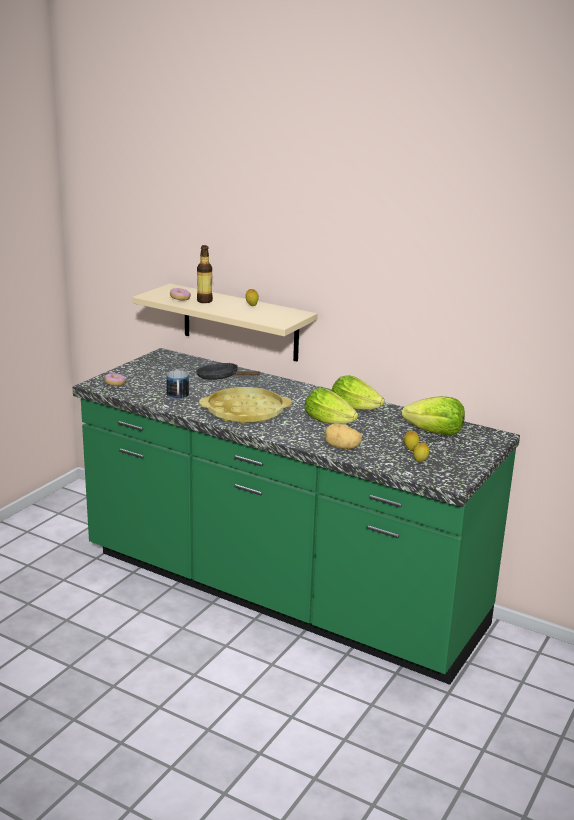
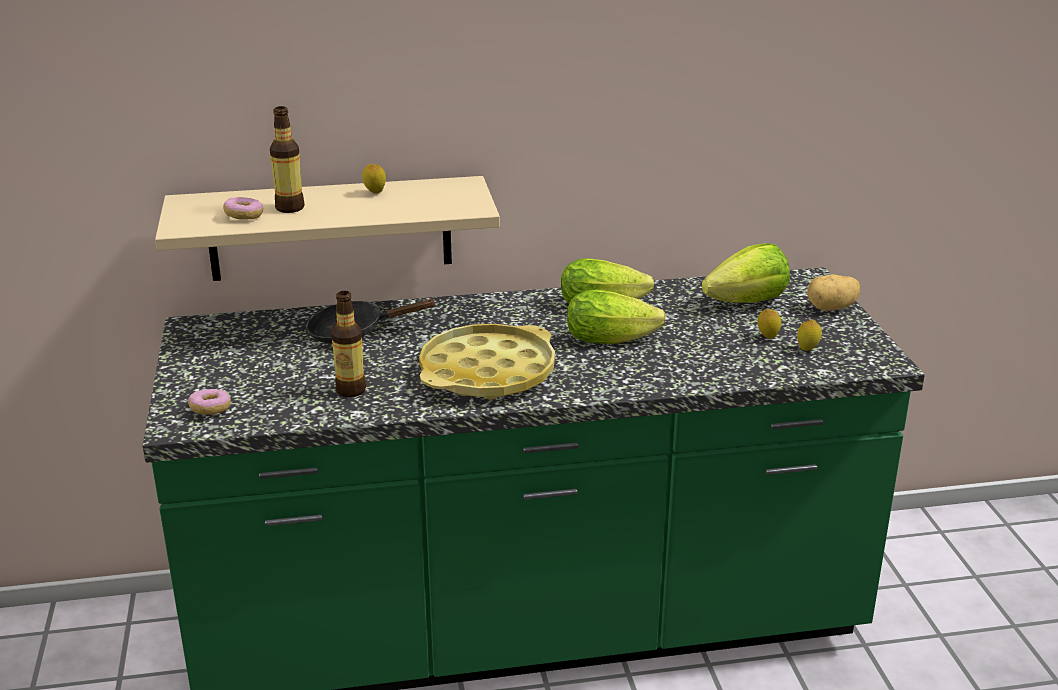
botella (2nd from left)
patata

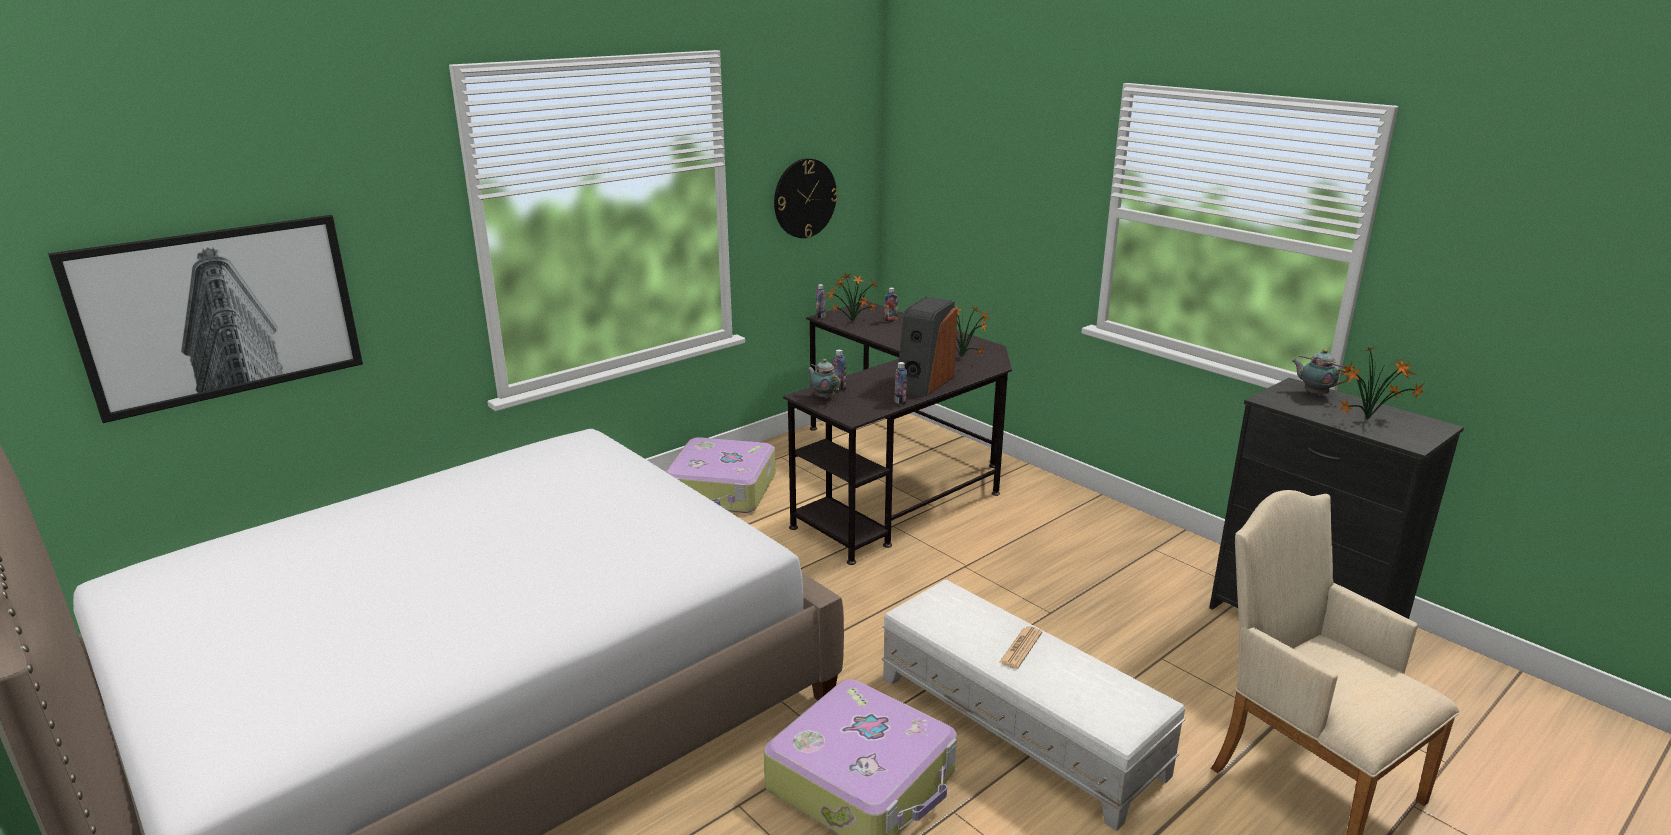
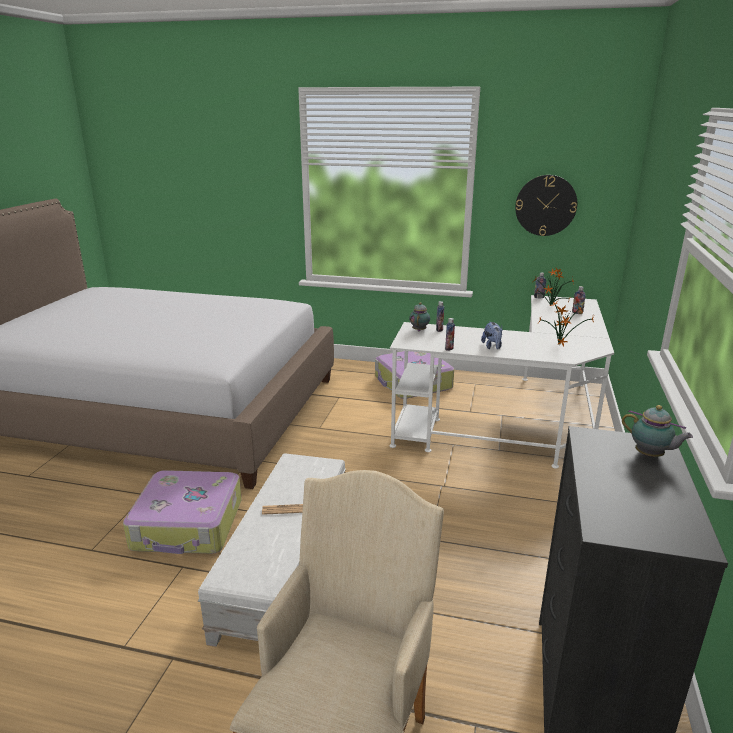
cuadro
peluche
escritorio (blanco)
planta en maceta (3rd from left in the first image)
tetera (2nd from left)

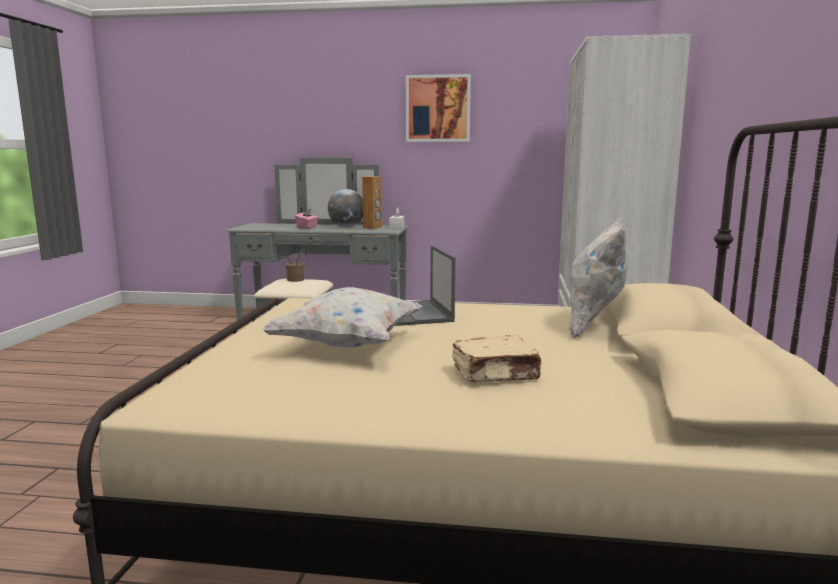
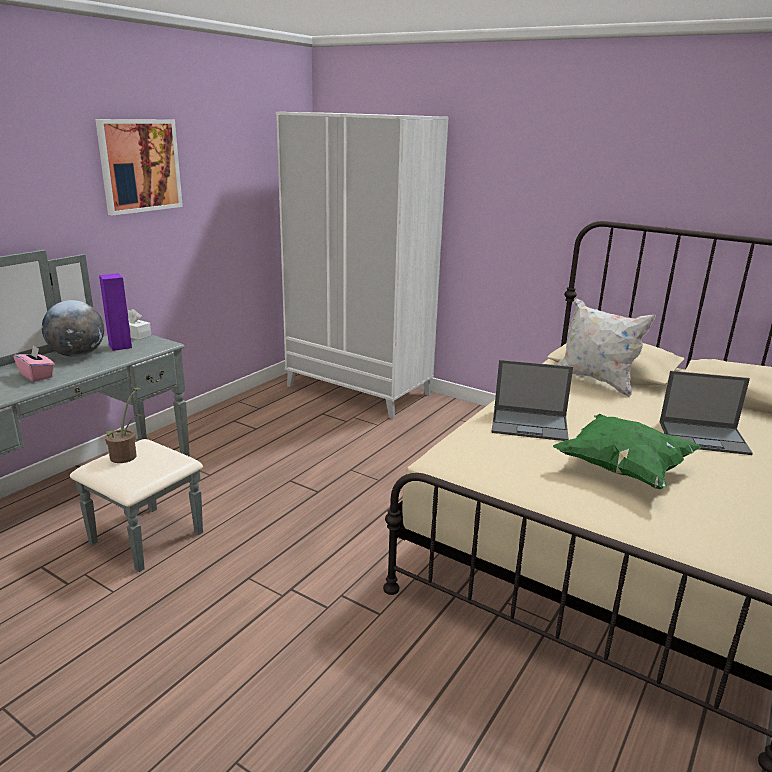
altavoz (morado)
cojín (verde)
portátil (2nd from left)

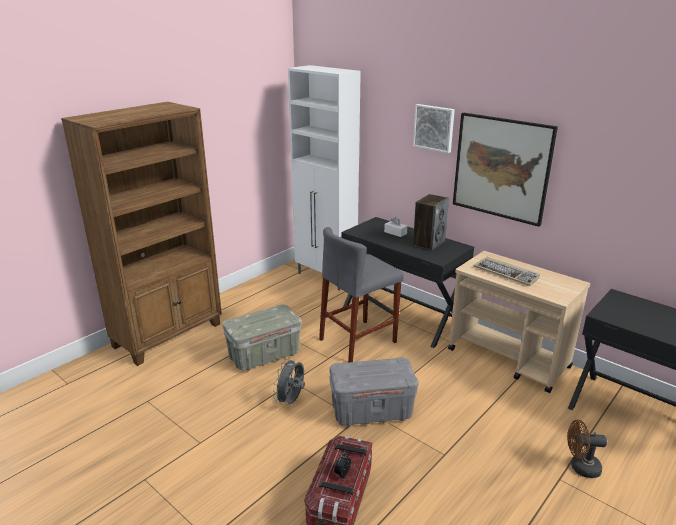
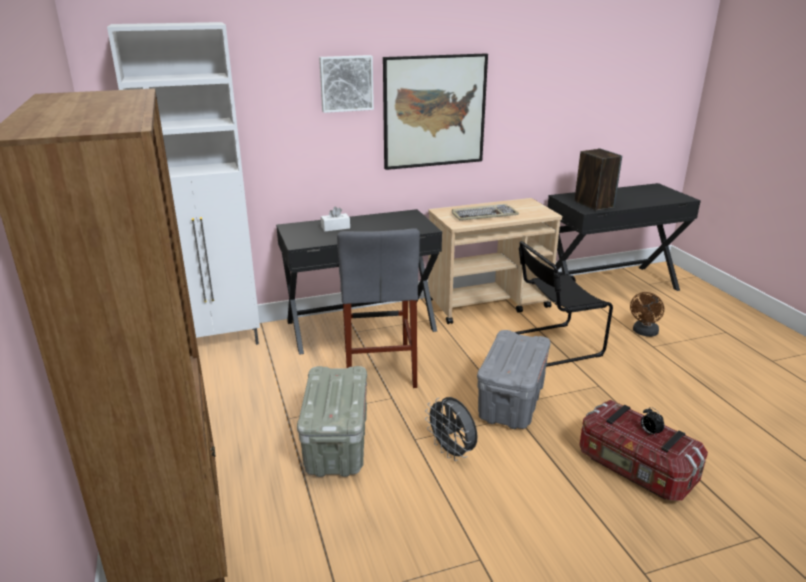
altavoz
silla (negro)

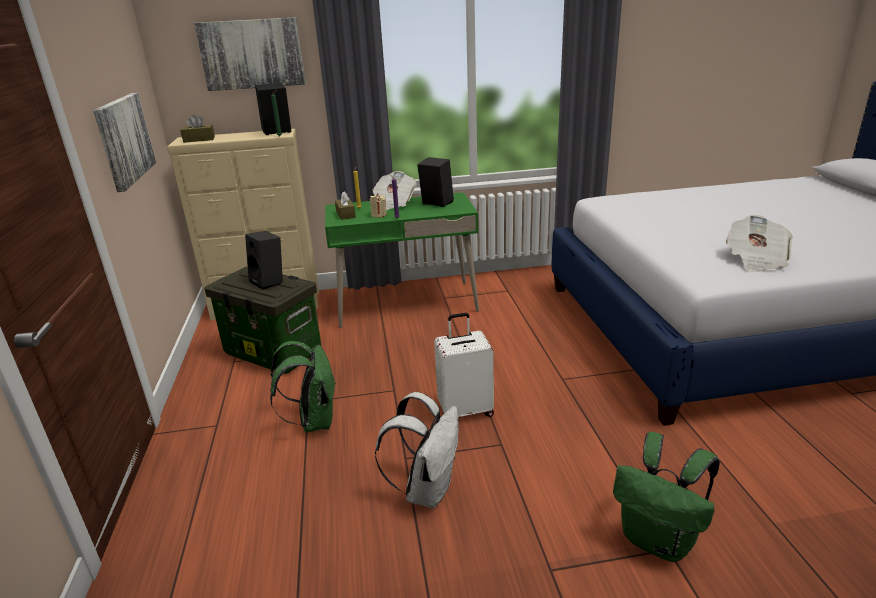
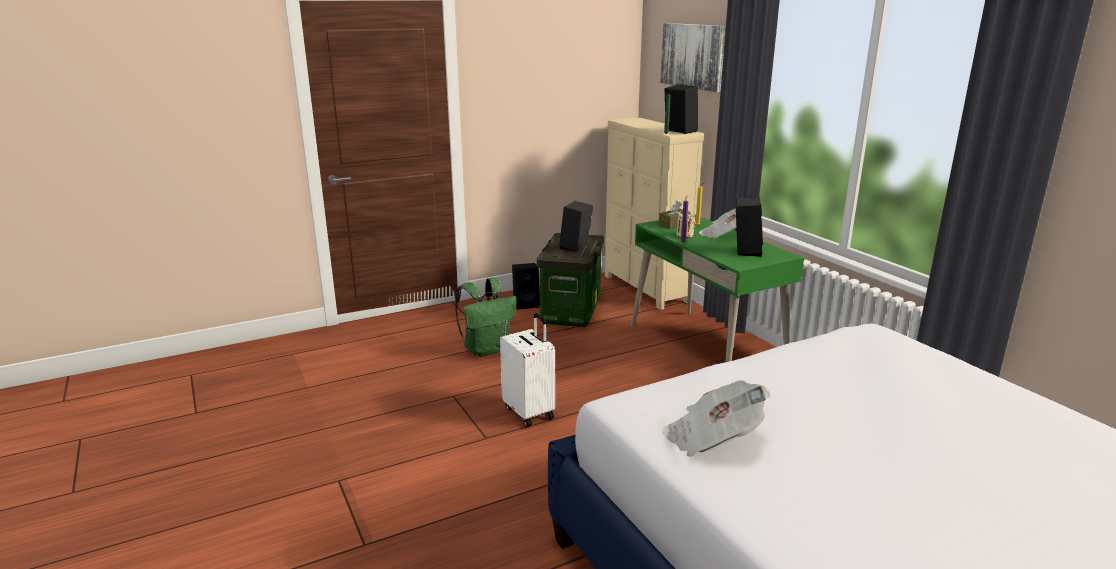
cuadro (1st from left in the first image)
caja de pañuelos (marrón) (1st from left in the first image)
mochila (blanco)
mochila (verde) (2nd from left in the first image)
altavoz (negro) (1st from left)

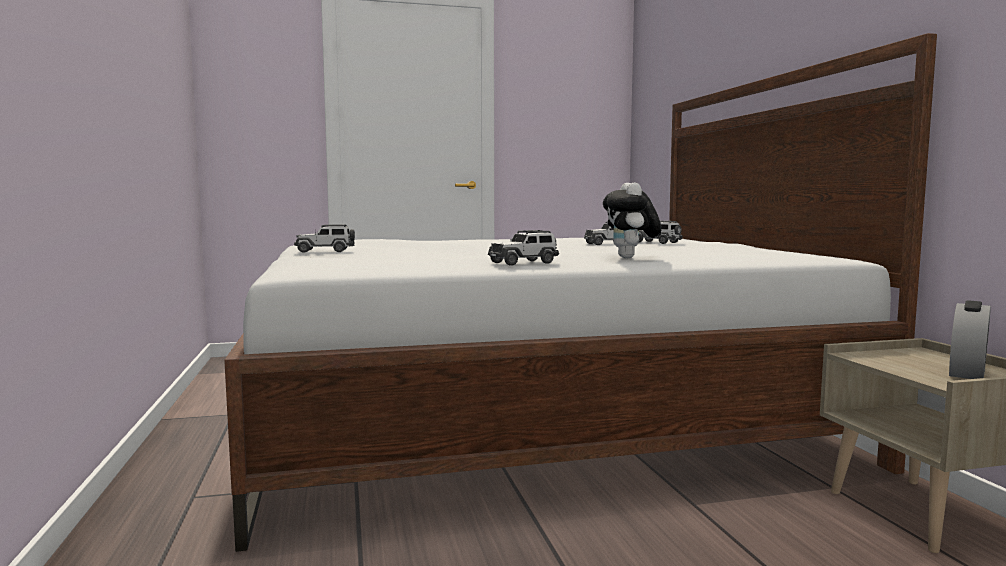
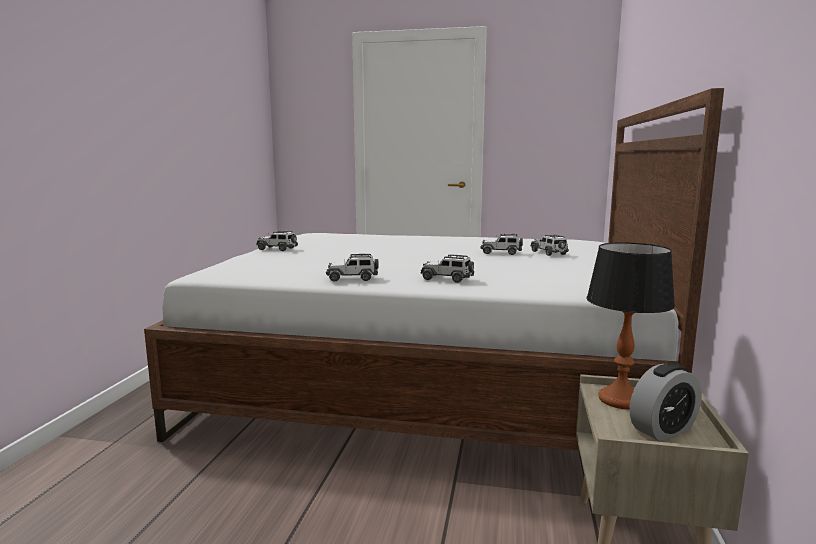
coche de juguete (3rd from left)
lámpara de mesa

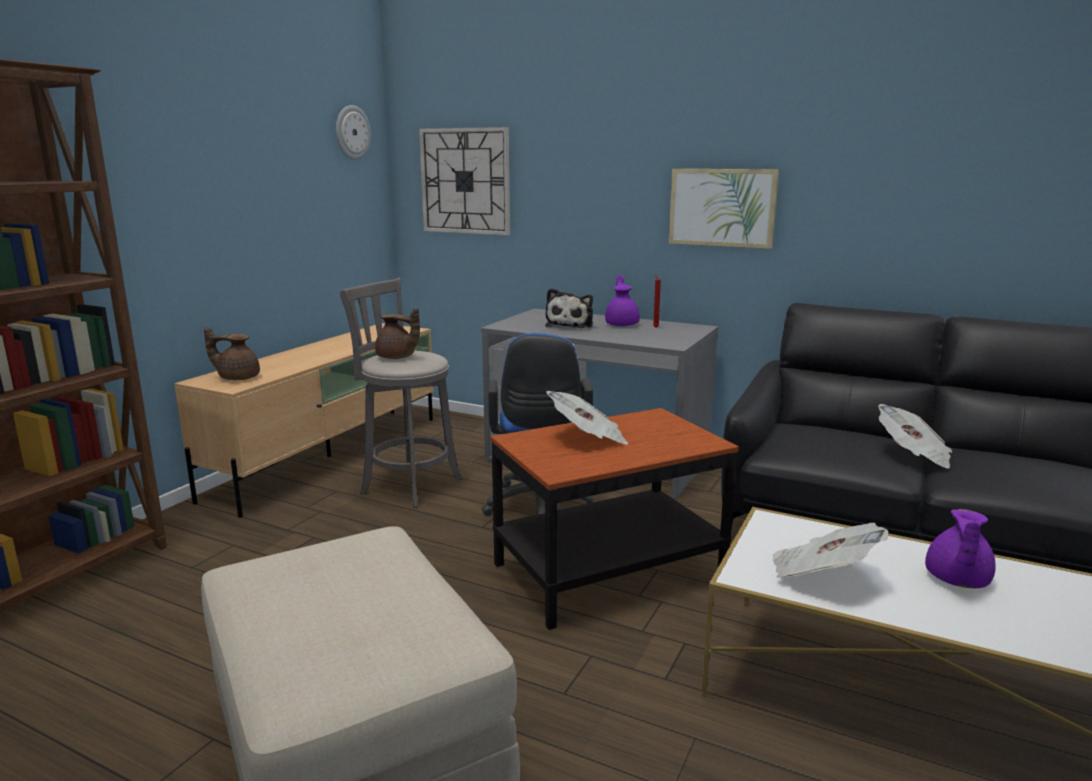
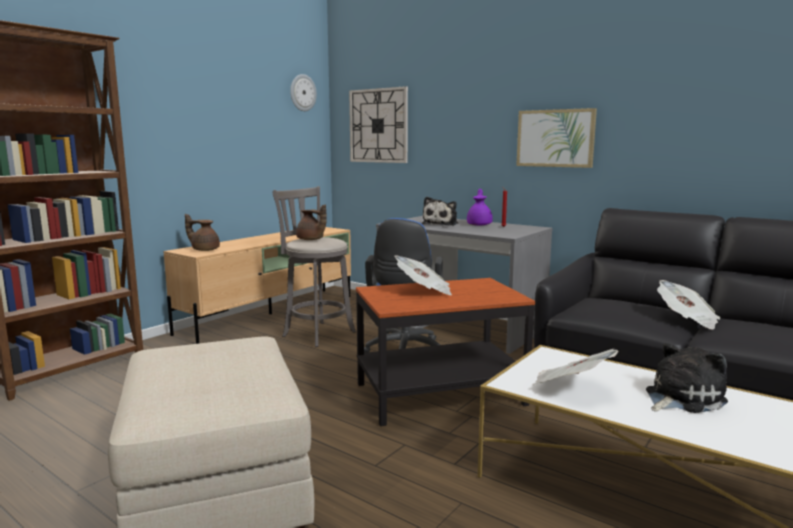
peluche (2nd from left)

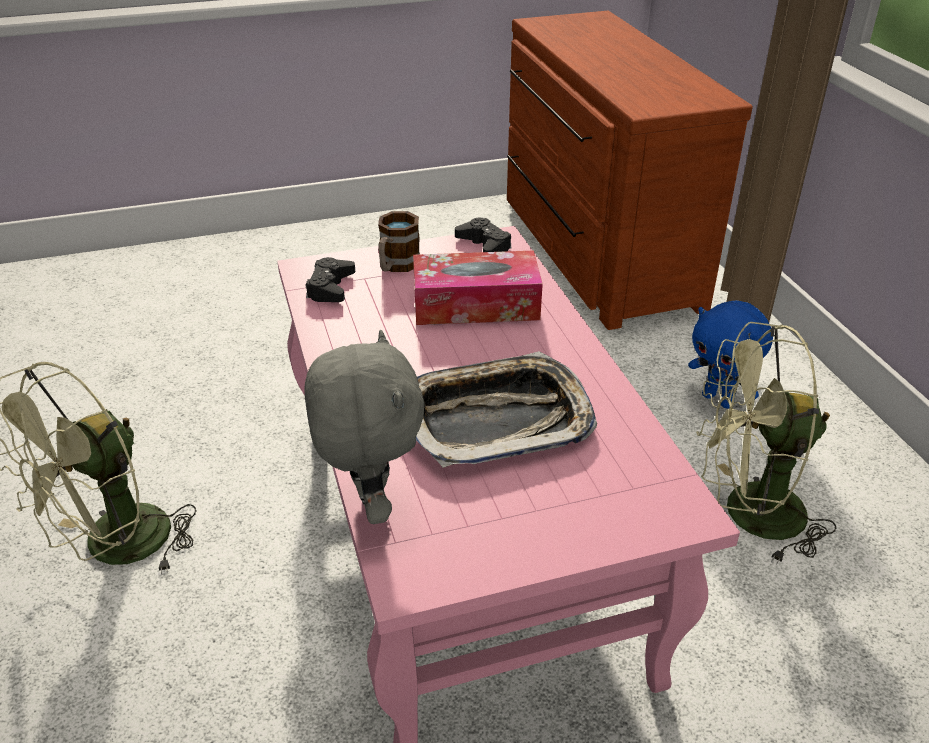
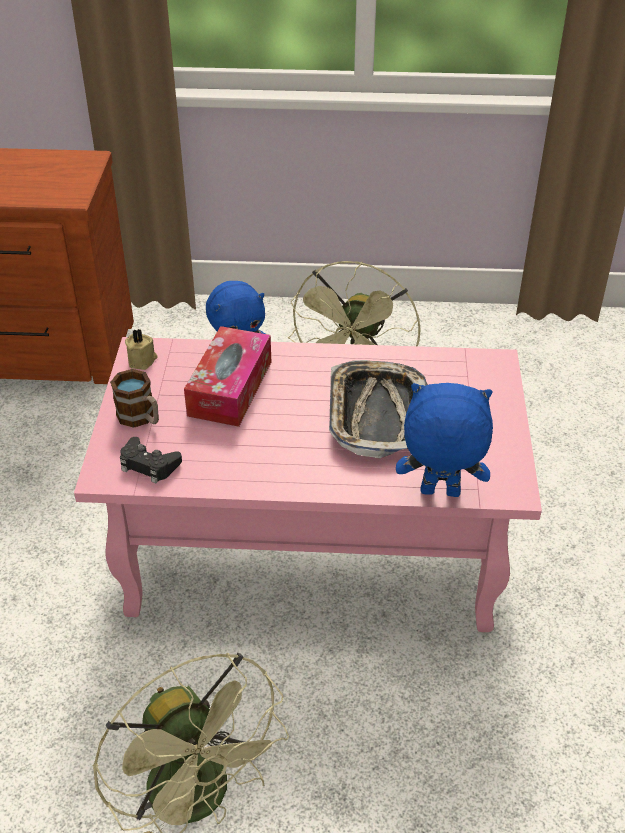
vela (beis)
peluche (azul) (2nd from left)

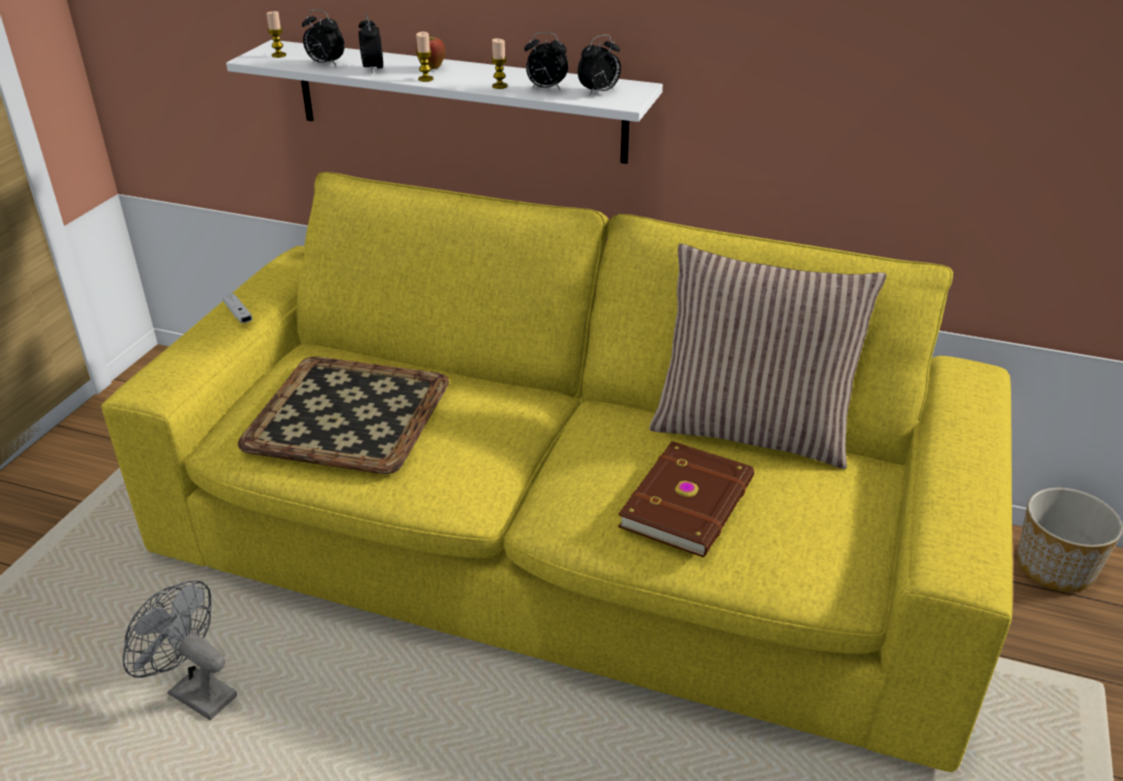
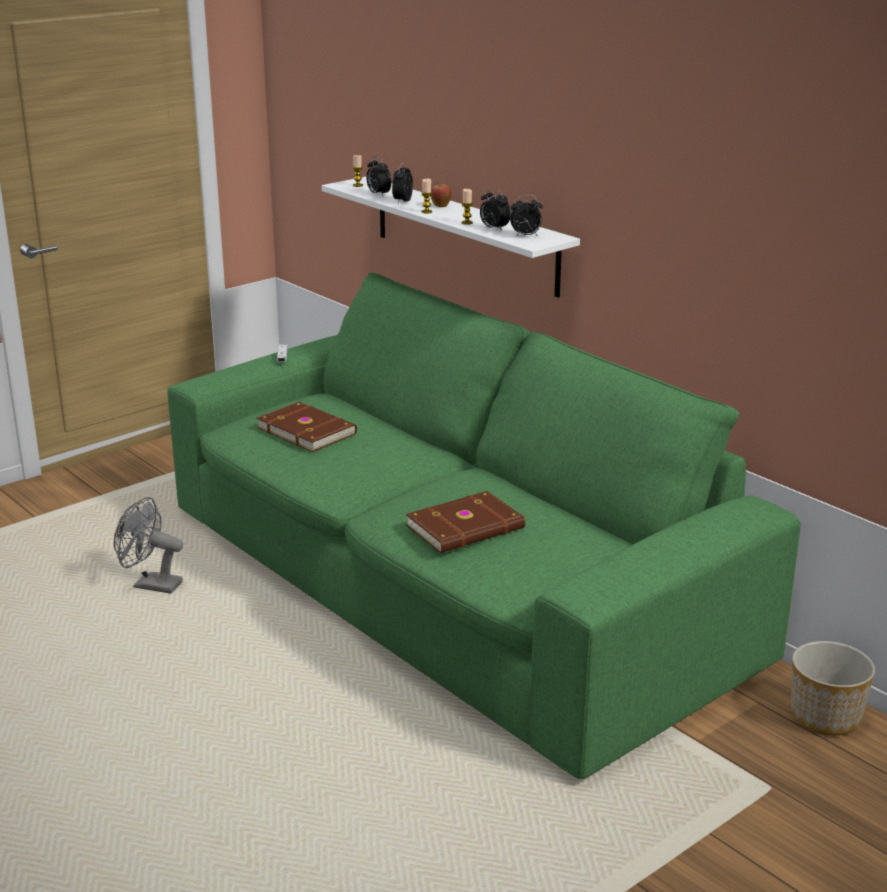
sofá (verde)
cojín
libro (marrón) (1st from left)
ventilador (gris)

